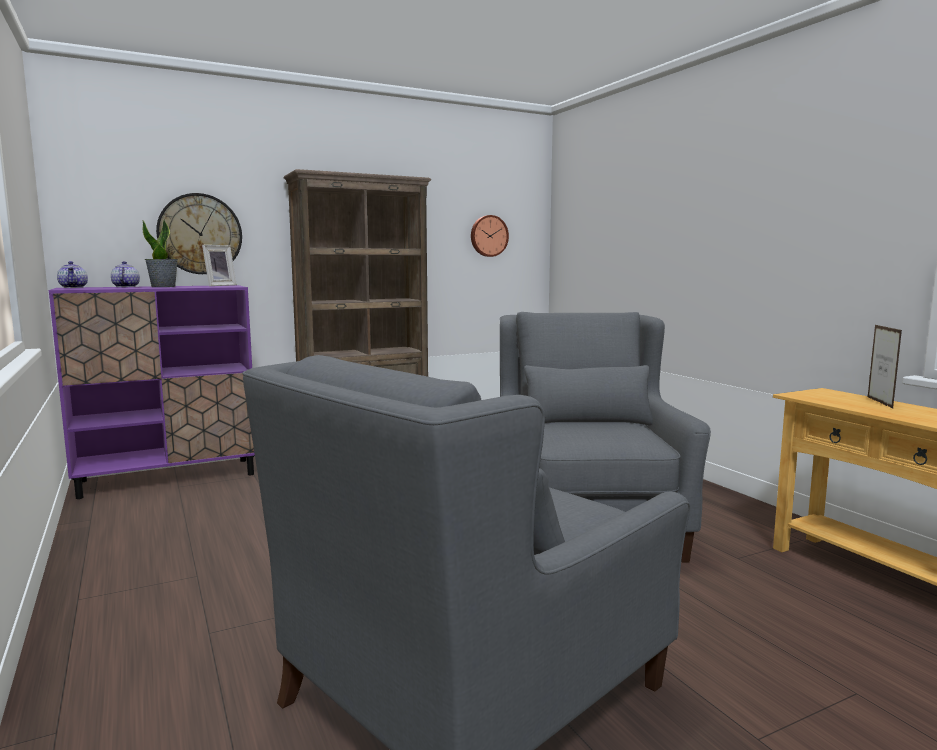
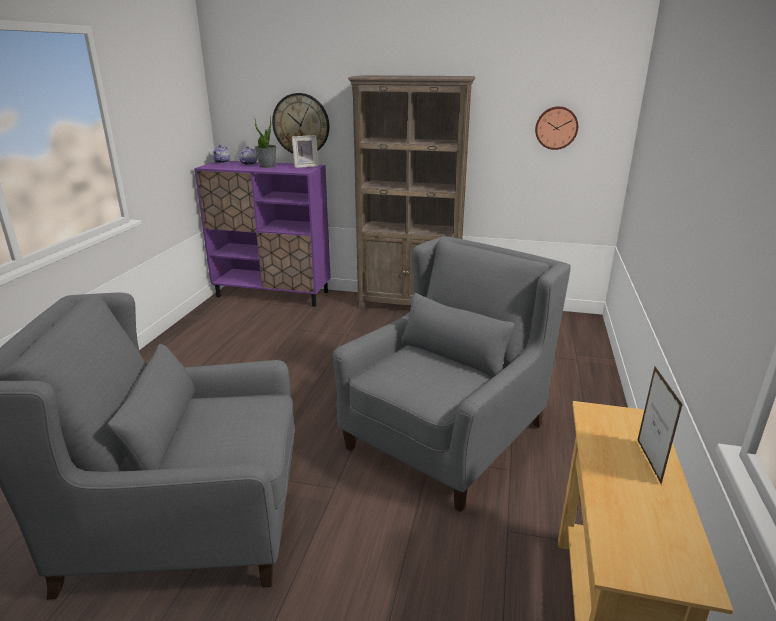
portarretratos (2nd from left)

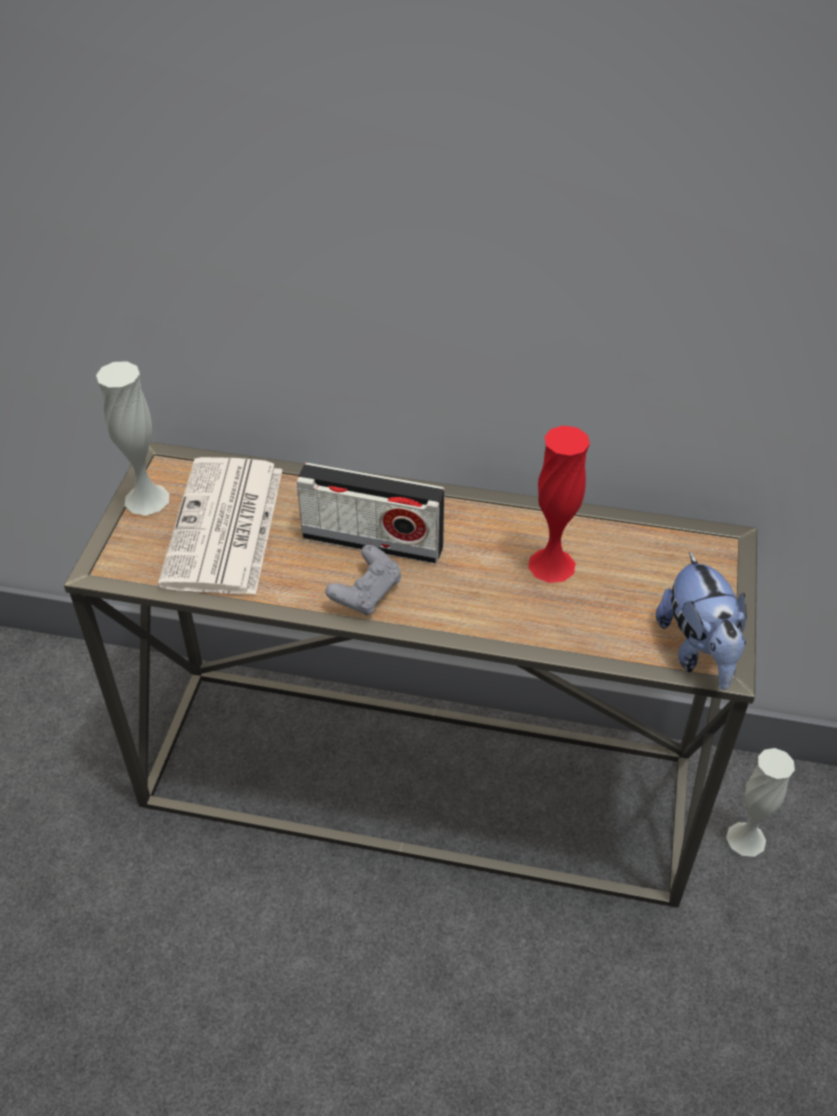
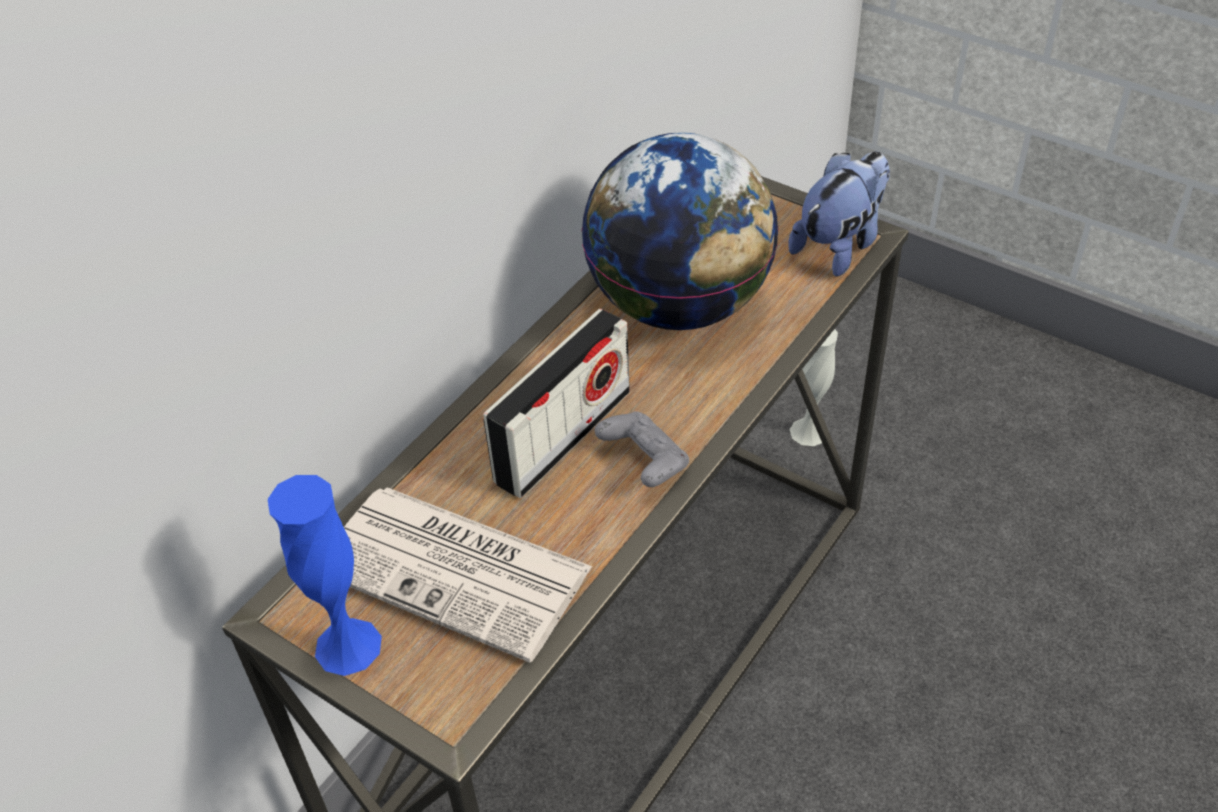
florero (azul)
globo terráqueo
peluche

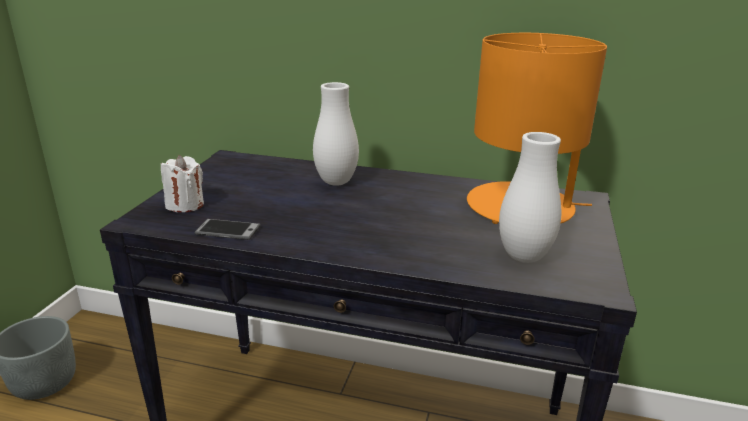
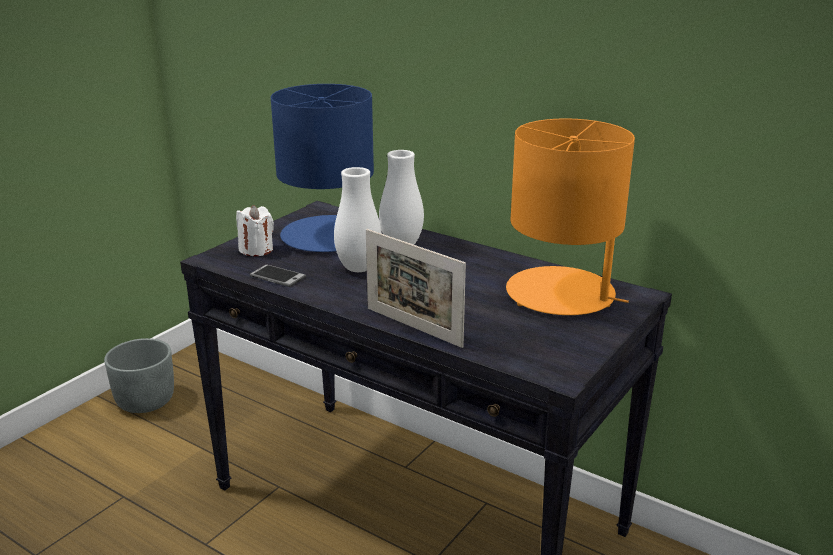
florero (blanco) (1st from left)
lámpara de mesa (azul)
portarretratos

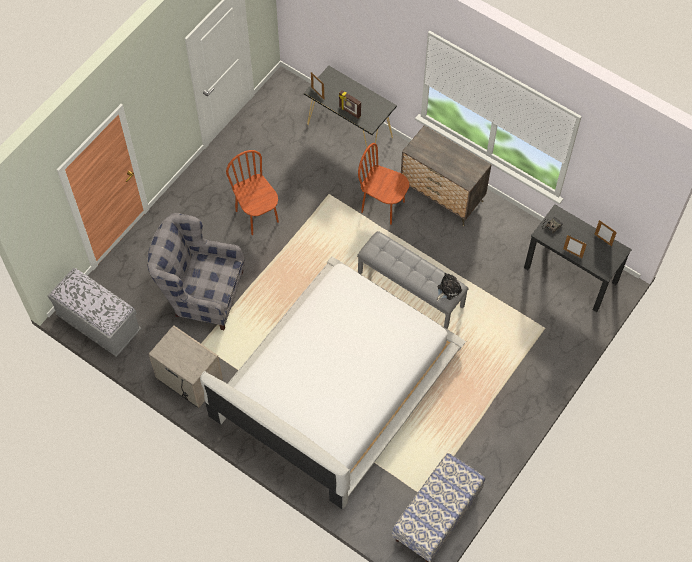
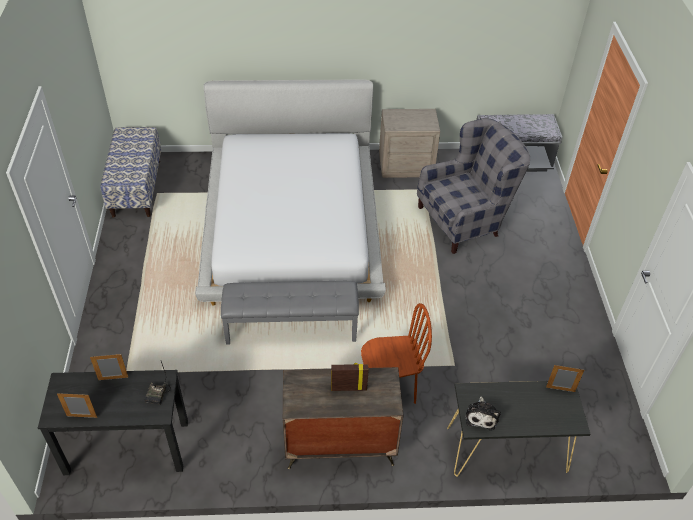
portarretratos (3rd from left)
silla (marrón) (1st from left in the first image)
peluche

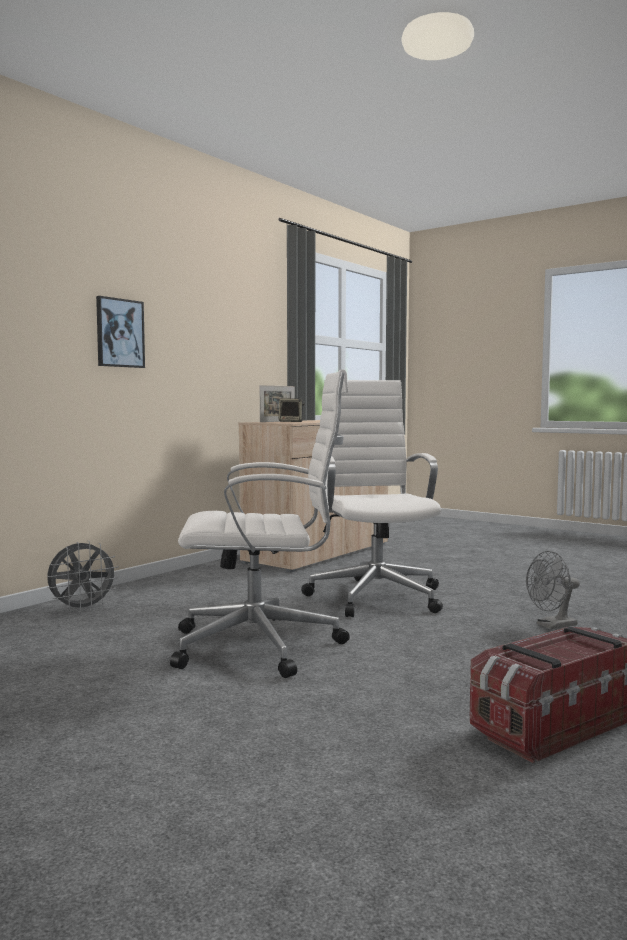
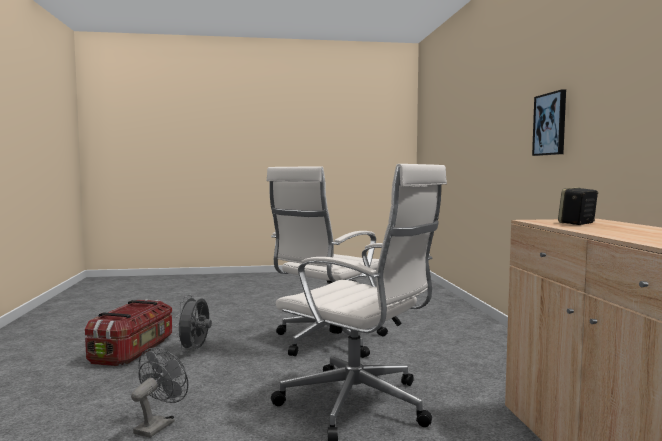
portarretratos
ventilador (gris) (2nd from left)

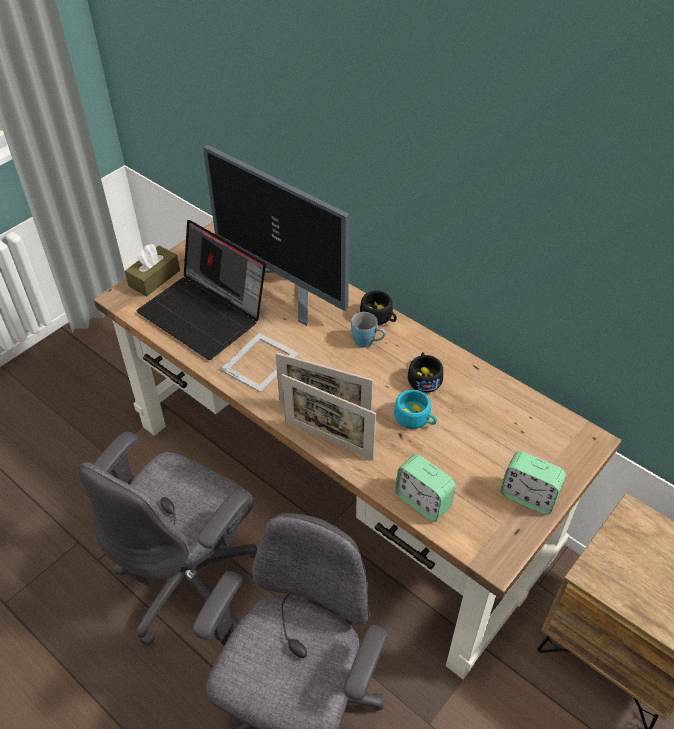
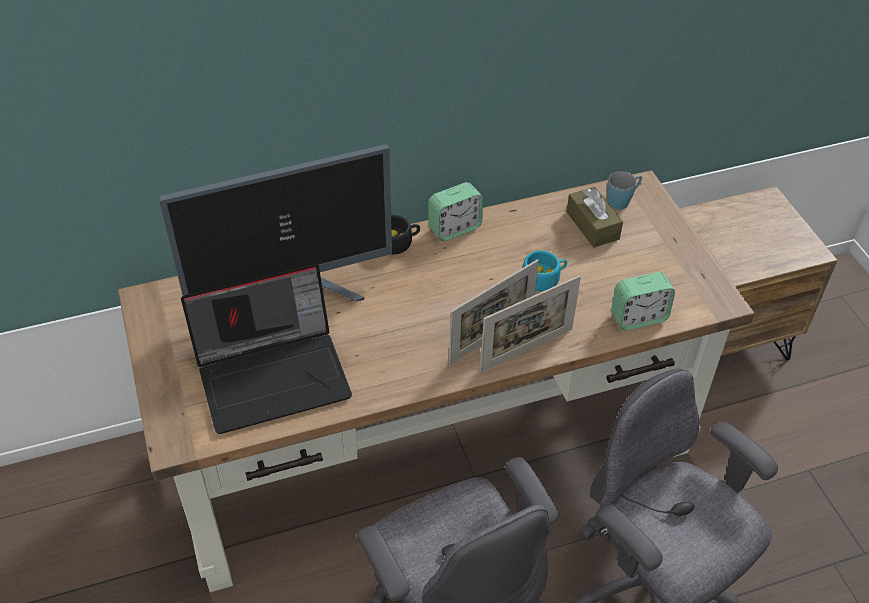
caja de pañuelos (marrón)
taza grande (azul)
portarretratos (1st from left in the first image)
taza (negro) (2nd from left in the first image)
despertador (1st from left)

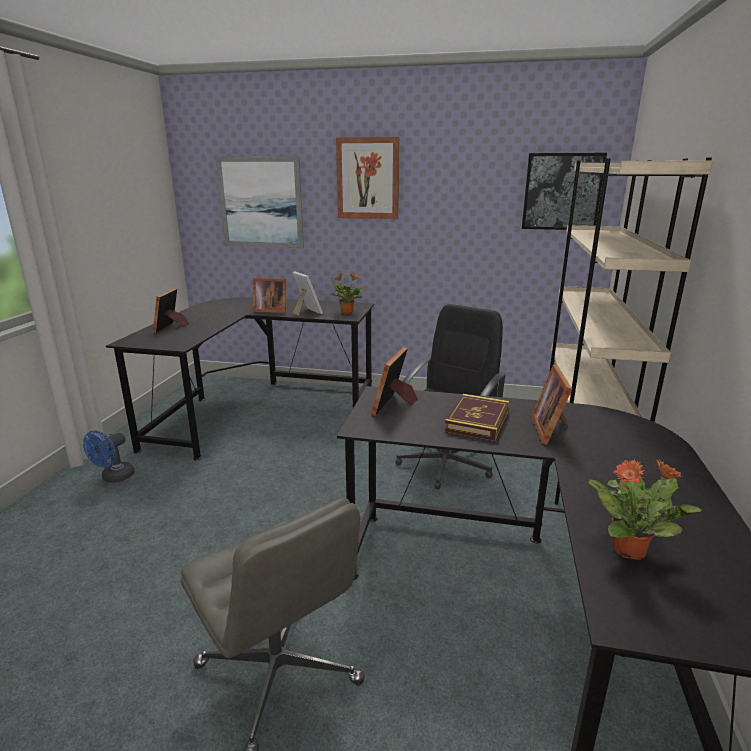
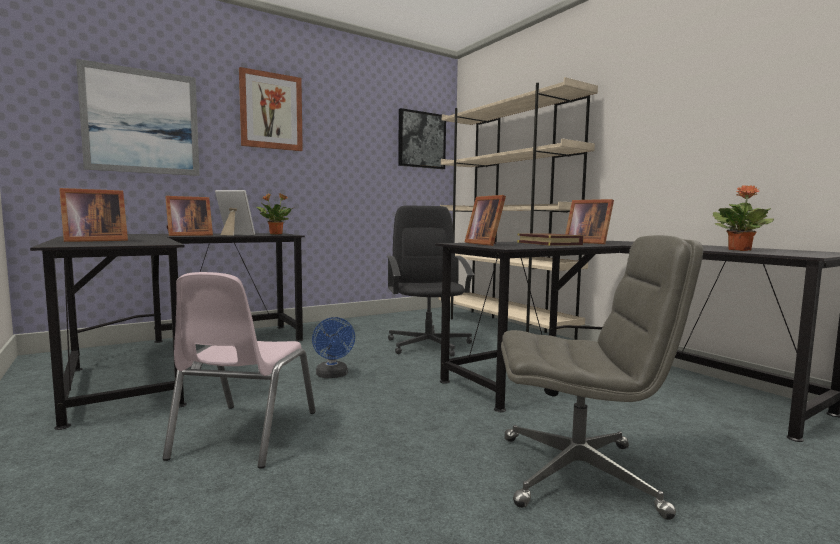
portarretratos (1st from left)
ventilador (azul)
silla (rosa)

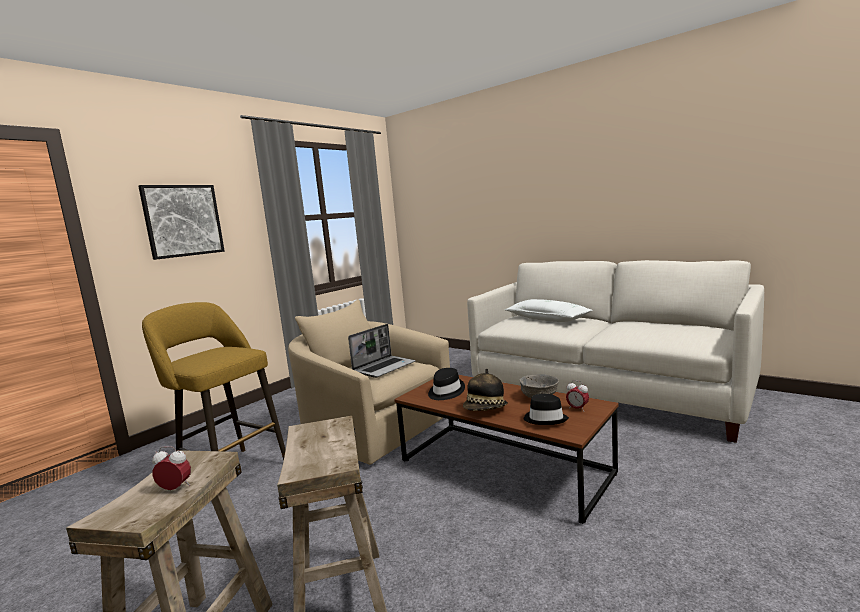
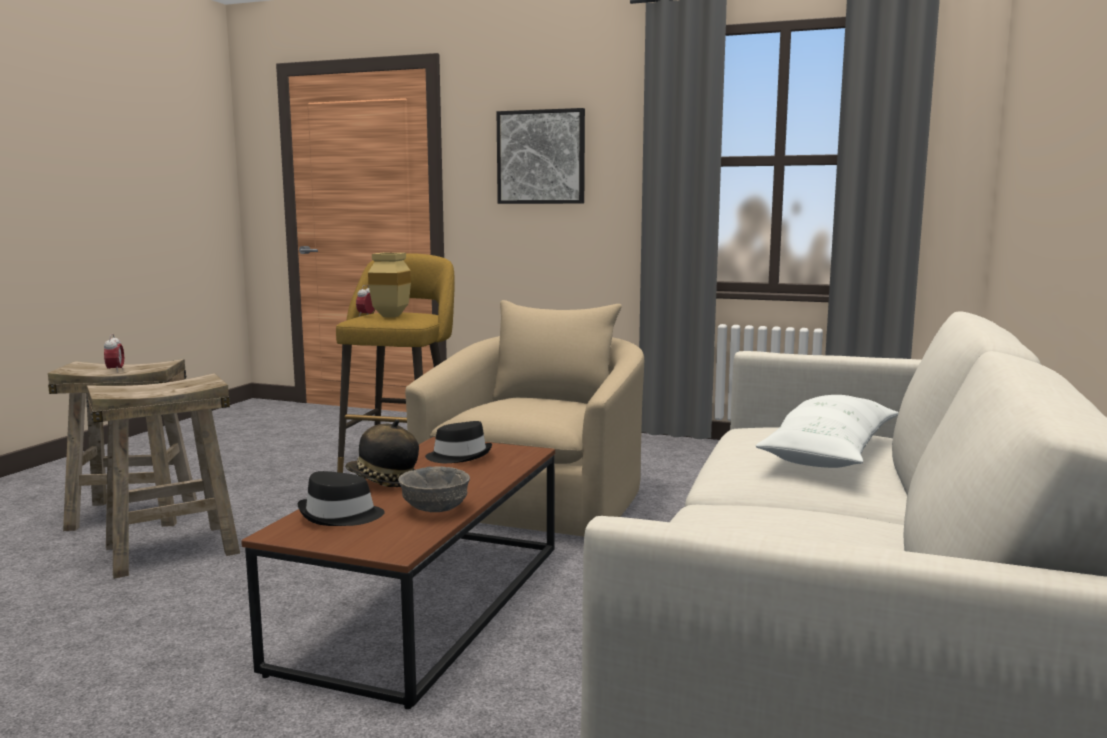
portátil
despertador (2nd from left)
florero (beis)

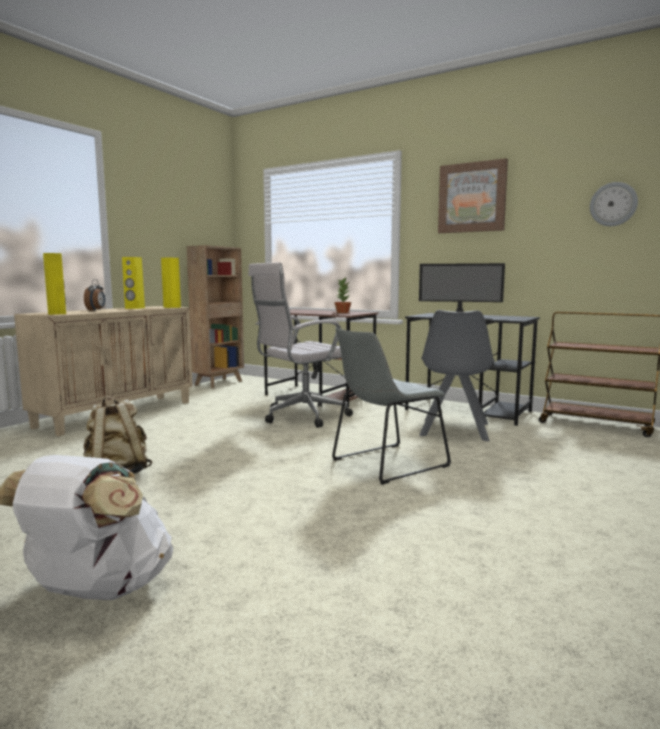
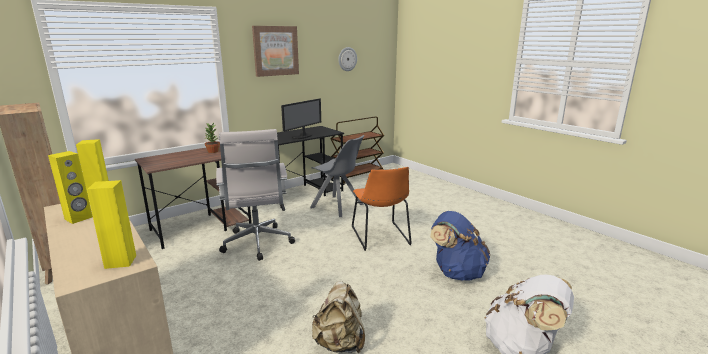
despertador
silla (naranja)
mochila (azul)

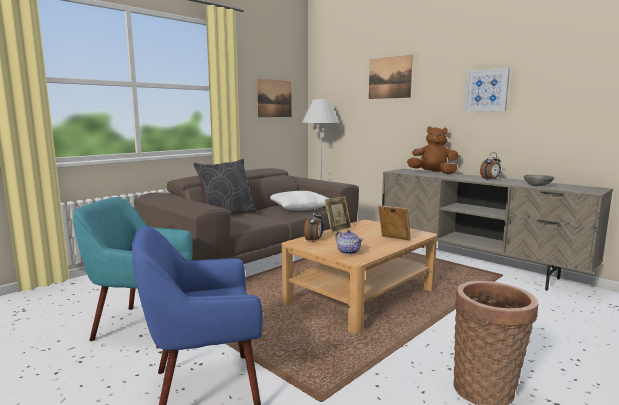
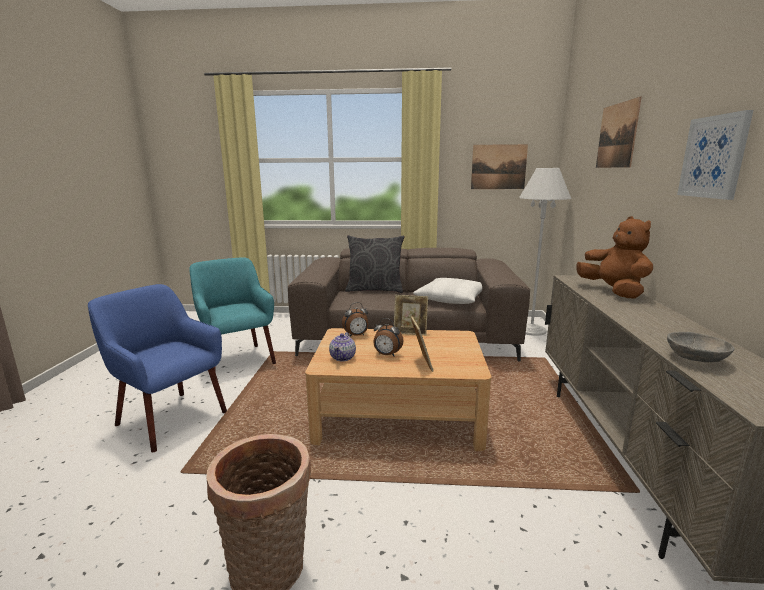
despertador (2nd from left)

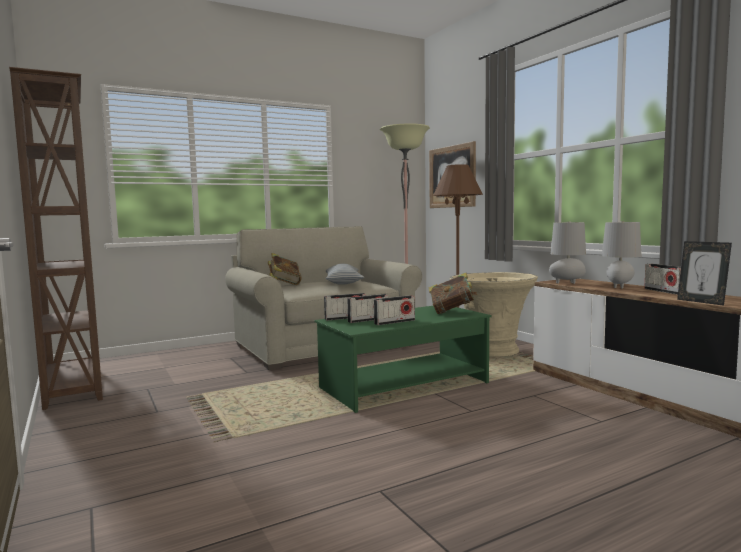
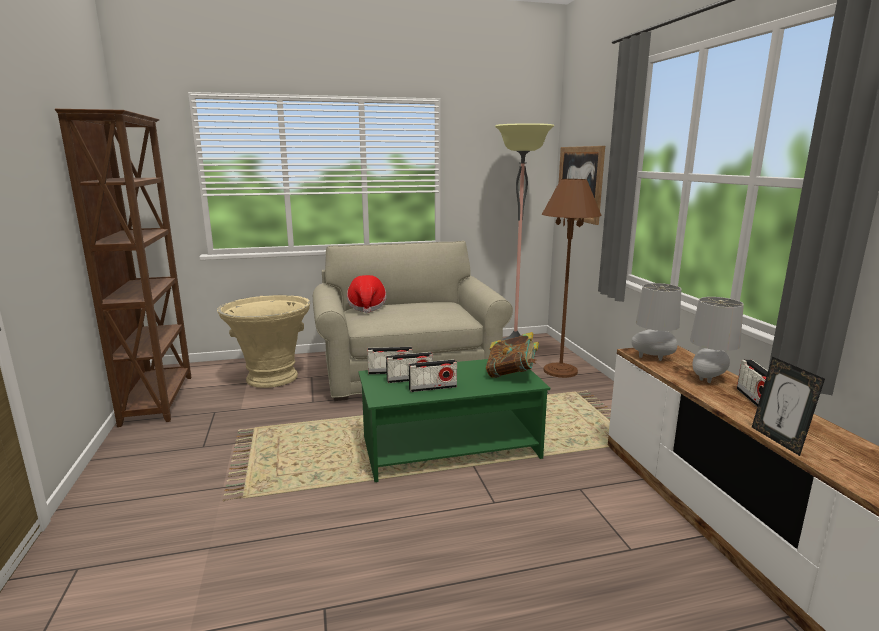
sombrero
cojín
maceta (beis)

